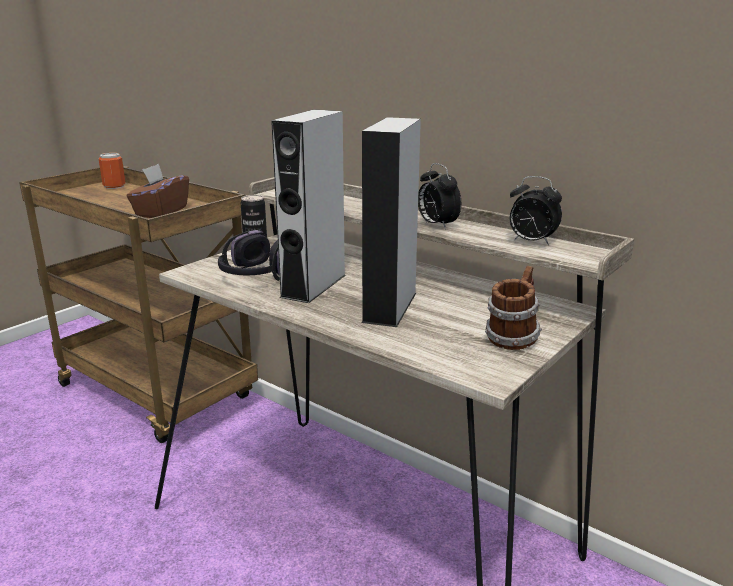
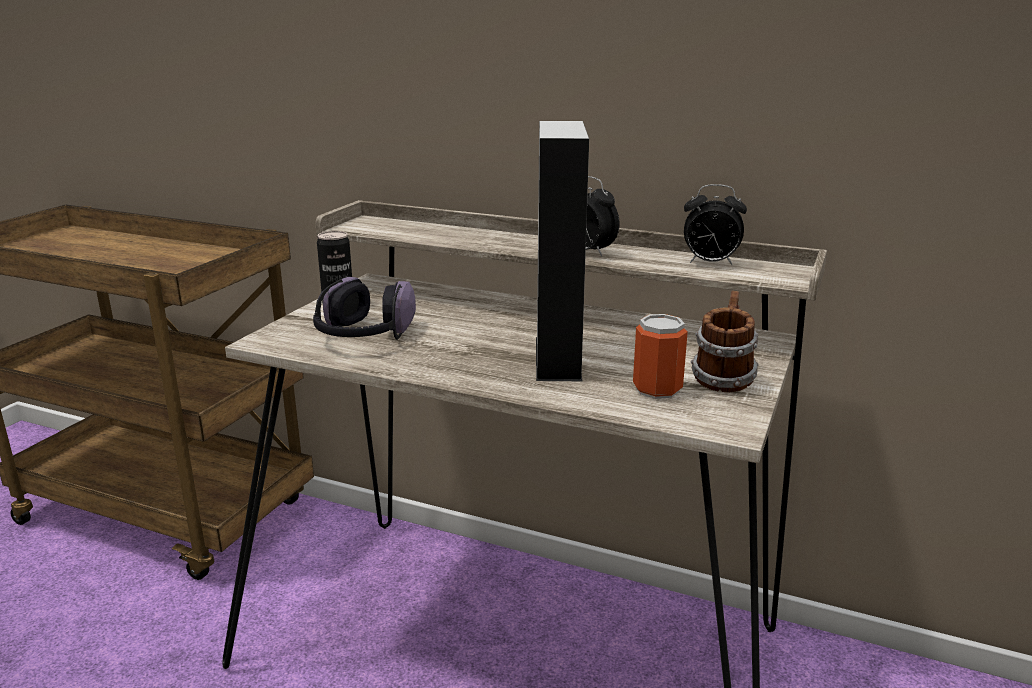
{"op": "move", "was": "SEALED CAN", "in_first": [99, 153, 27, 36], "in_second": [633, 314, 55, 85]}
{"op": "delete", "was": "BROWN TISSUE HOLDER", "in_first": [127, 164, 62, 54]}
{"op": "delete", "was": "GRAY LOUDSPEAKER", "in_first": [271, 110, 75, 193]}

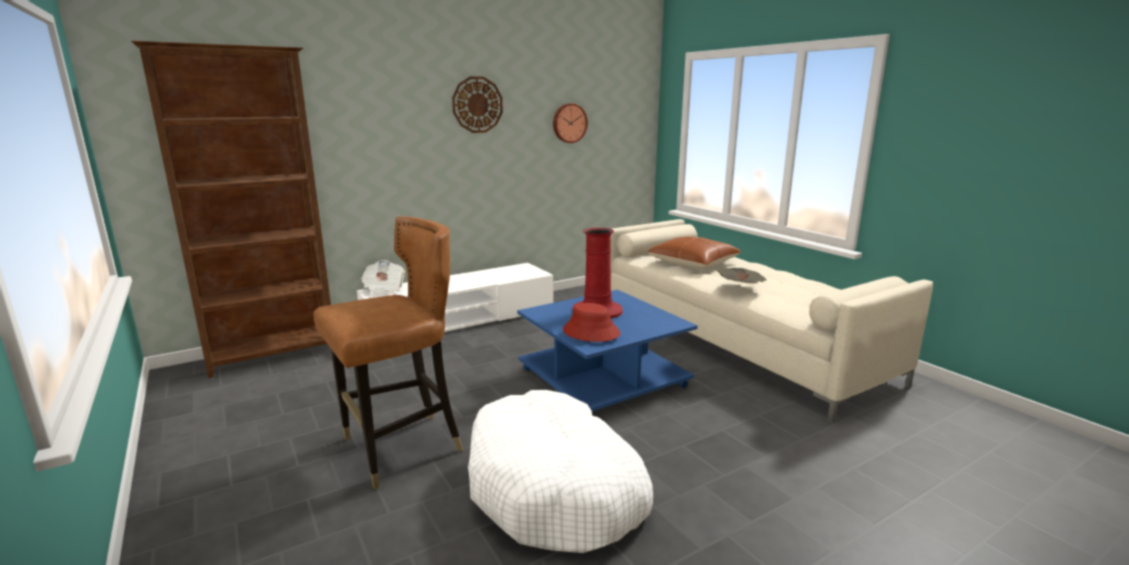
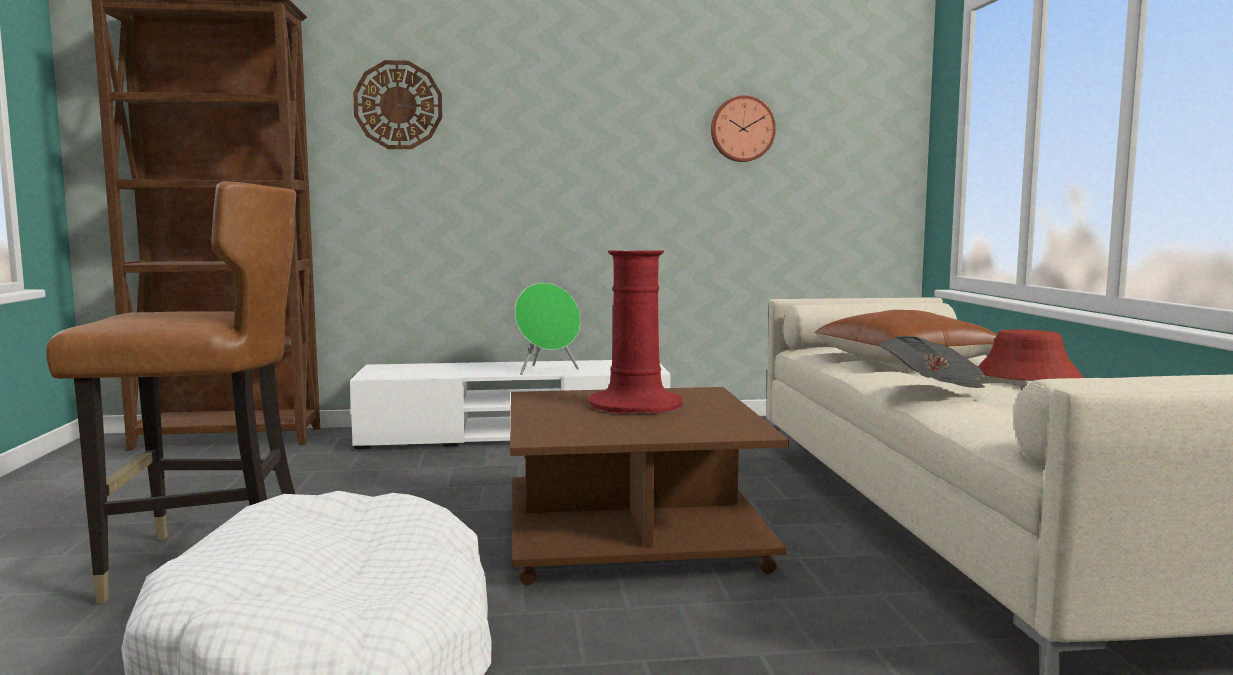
{"op": "move", "was": "CLOCK ON THE WALL", "in_first": [452, 76, 51, 57], "in_second": [353, 60, 89, 89]}
{"op": "recolor", "was": "BLUE LOUNGE TABLE", "now": "BROWN LOUNGE TABLE", "in_first": [517, 290, 181, 126], "in_second": [510, 387, 279, 198]}
{"op": "insert", "now": "GREENISH LOUDSPEAKER", "in_second": [515, 283, 66, 92]}
{"op": "move", "was": "RED WEARABLE HAT", "in_first": [563, 303, 57, 39], "in_second": [978, 330, 106, 51]}
{"op": "delete", "was": "PRINTED PAPER", "in_first": [361, 260, 44, 38]}

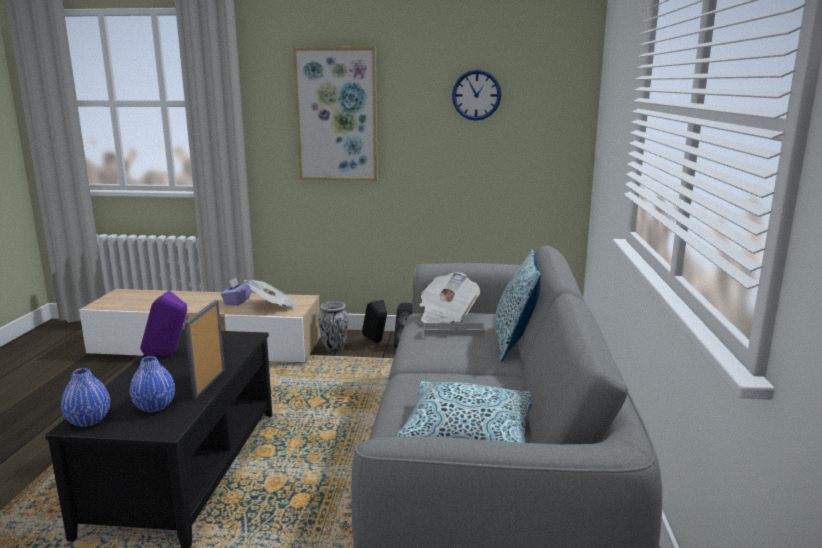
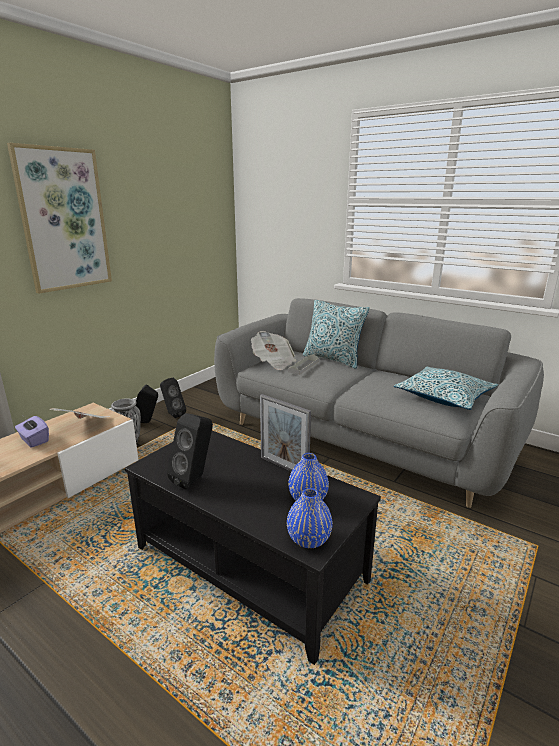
{"op": "recolor", "was": "PURPLISH LOUDSPEAKER", "now": "BLACK LOUDSPEAKER", "in_first": [140, 291, 47, 65], "in_second": [167, 413, 46, 76]}
{"op": "delete", "was": "CLOCK ON THE WALL", "in_first": [452, 70, 49, 51]}

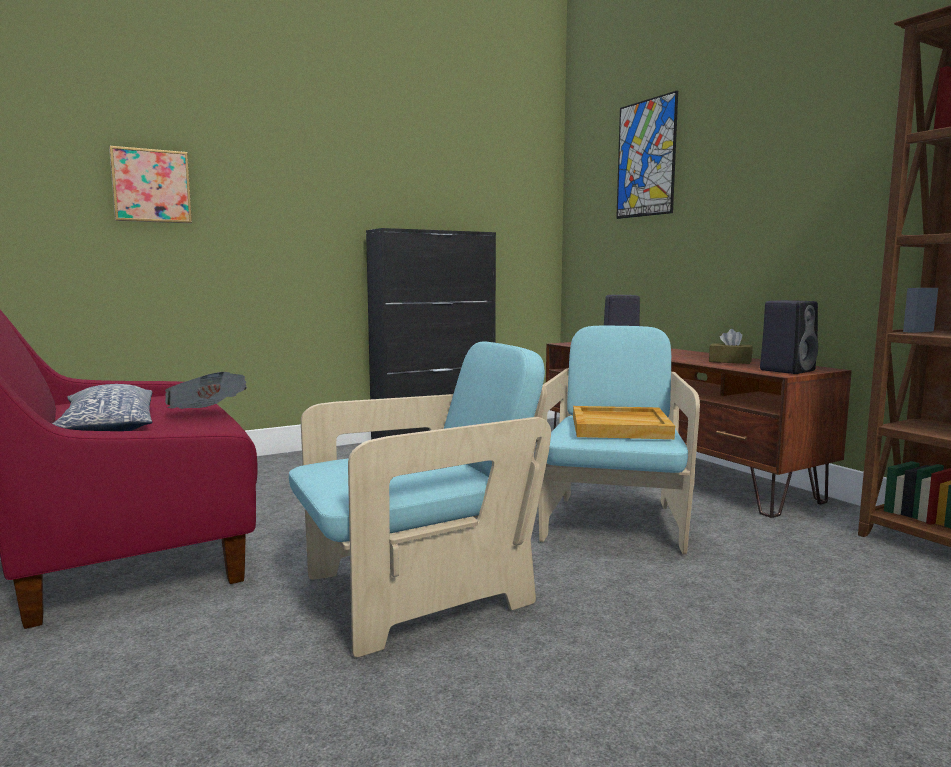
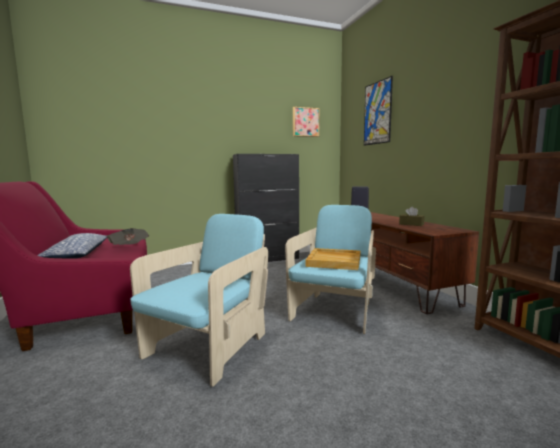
{"op": "rotate", "was": "BLUE-GREEN ARMCHAIR", "in_first": [289, 342, 262, 316], "in_second": [130, 214, 138, 173], "clockwise": -45}
{"op": "move", "was": "WALL PICTURE", "in_first": [109, 146, 83, 77], "in_second": [293, 107, 27, 30]}
{"op": "delete", "was": "BLACK LOUDSPEAKER", "in_first": [760, 300, 58, 74]}

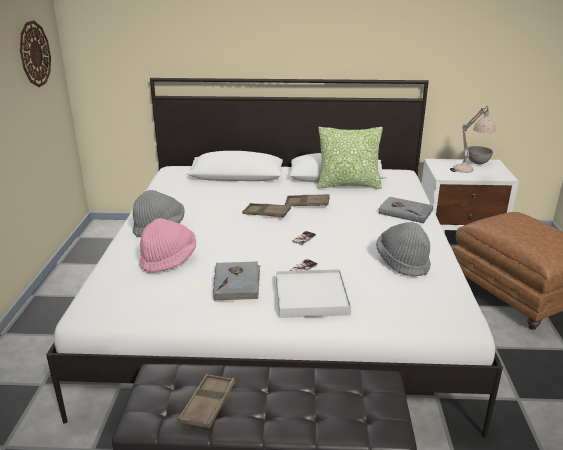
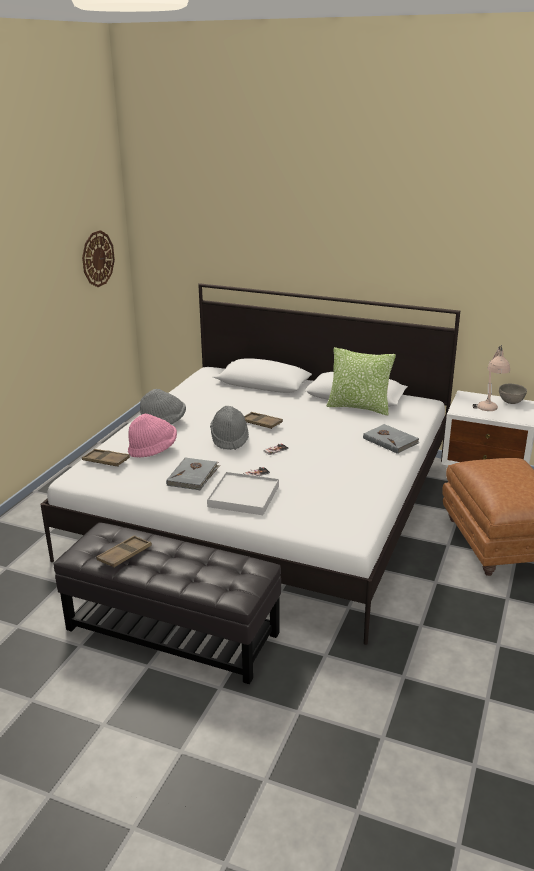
{"op": "move", "was": "BROWN TRAY", "in_first": [285, 194, 45, 12], "in_second": [82, 449, 48, 18]}
{"op": "move", "was": "GRAY WEARABLE HAT", "in_first": [376, 222, 55, 55], "in_second": [210, 406, 39, 44]}

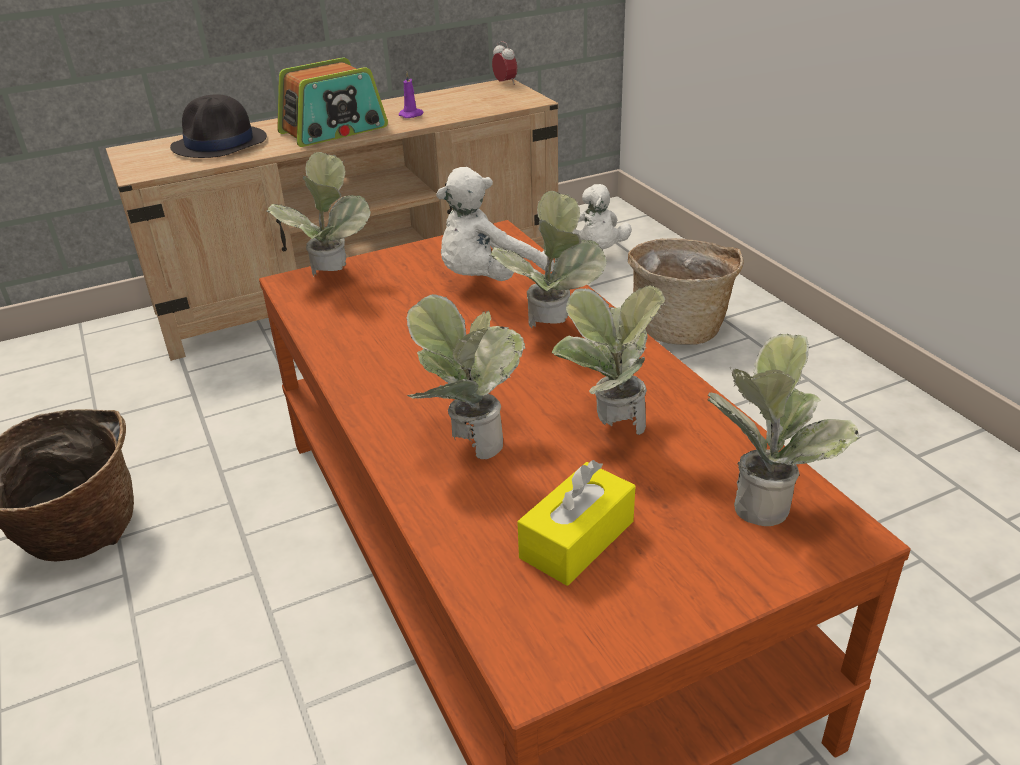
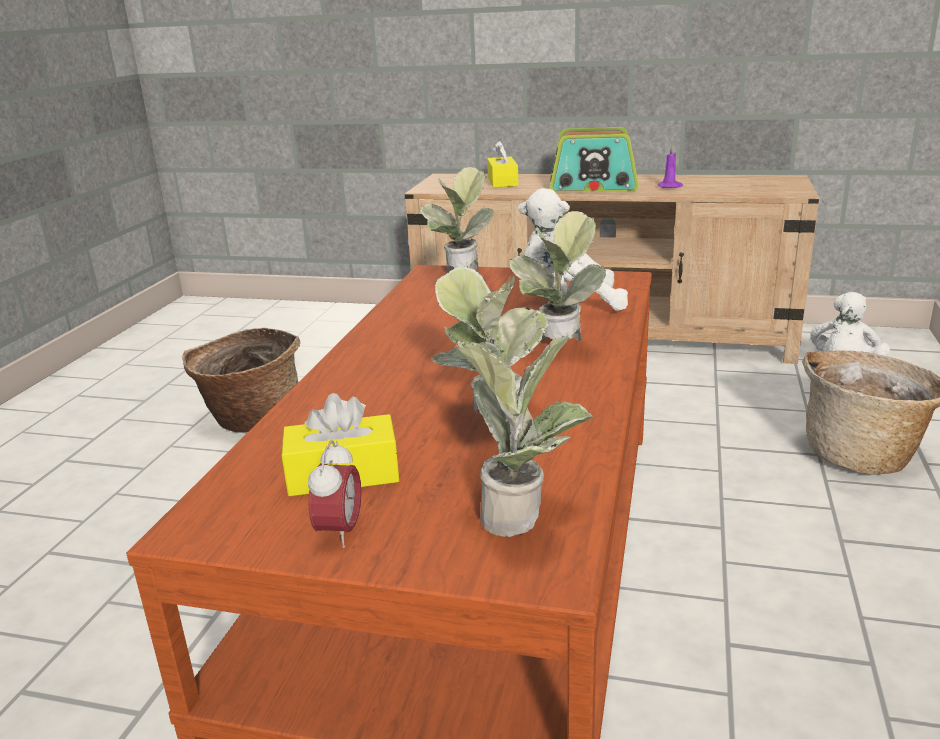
{"op": "move", "was": "ALARM CLOCK", "in_first": [492, 41, 25, 44], "in_second": [308, 440, 53, 108]}
{"op": "replace", "was": "BLACK WEARABLE HAT", "now": "YELLOW-COLOURED TISSUE HOLDER", "in_first": [170, 94, 97, 64], "in_second": [487, 141, 31, 47]}
{"op": "delete", "was": "POTTED PLANT", "in_first": [406, 294, 119, 165]}

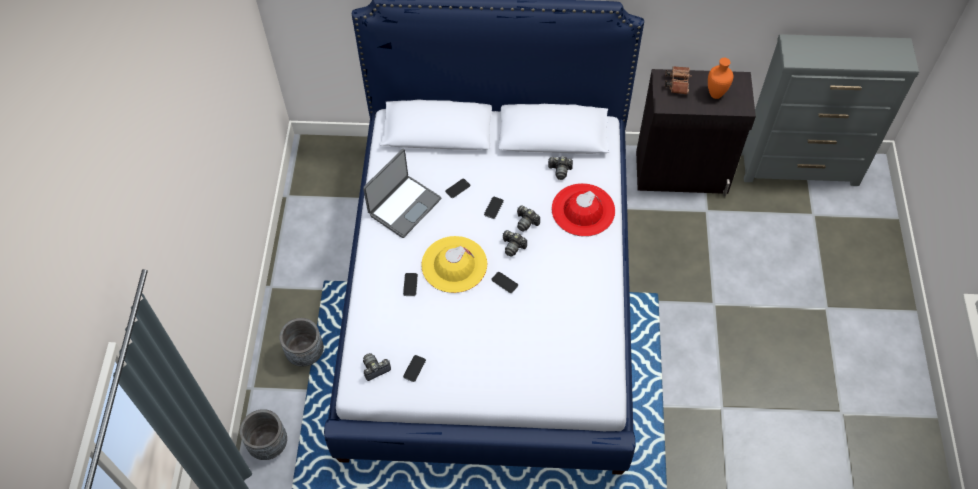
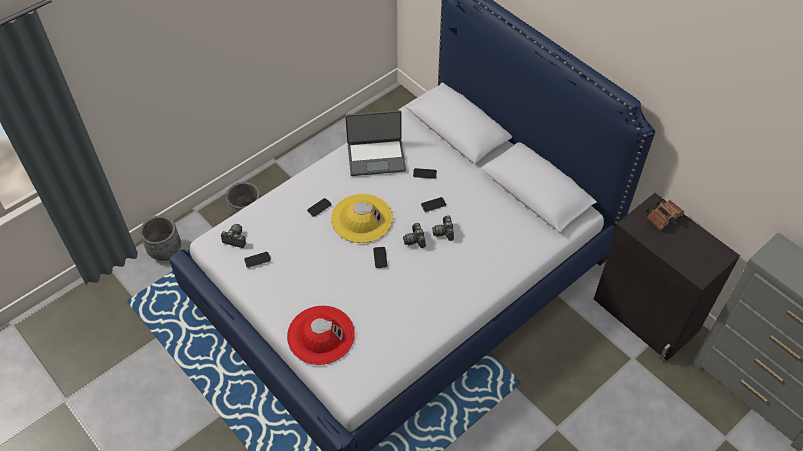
{"op": "move", "was": "RED WEARABLE HAT", "in_first": [552, 183, 63, 54], "in_second": [287, 306, 68, 59]}
{"op": "delete", "was": "STILL CAMERA", "in_first": [548, 156, 25, 24]}
{"op": "delete", "was": "ORANGEY VASE", "in_first": [708, 58, 25, 41]}

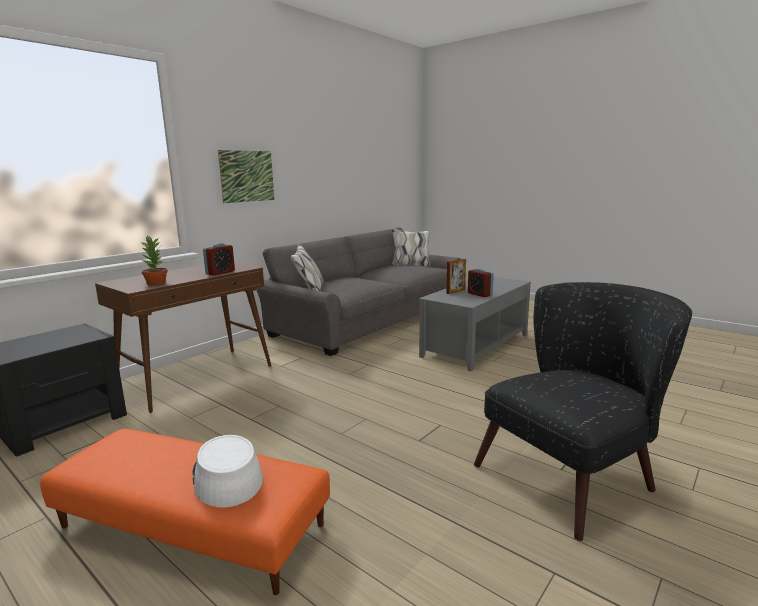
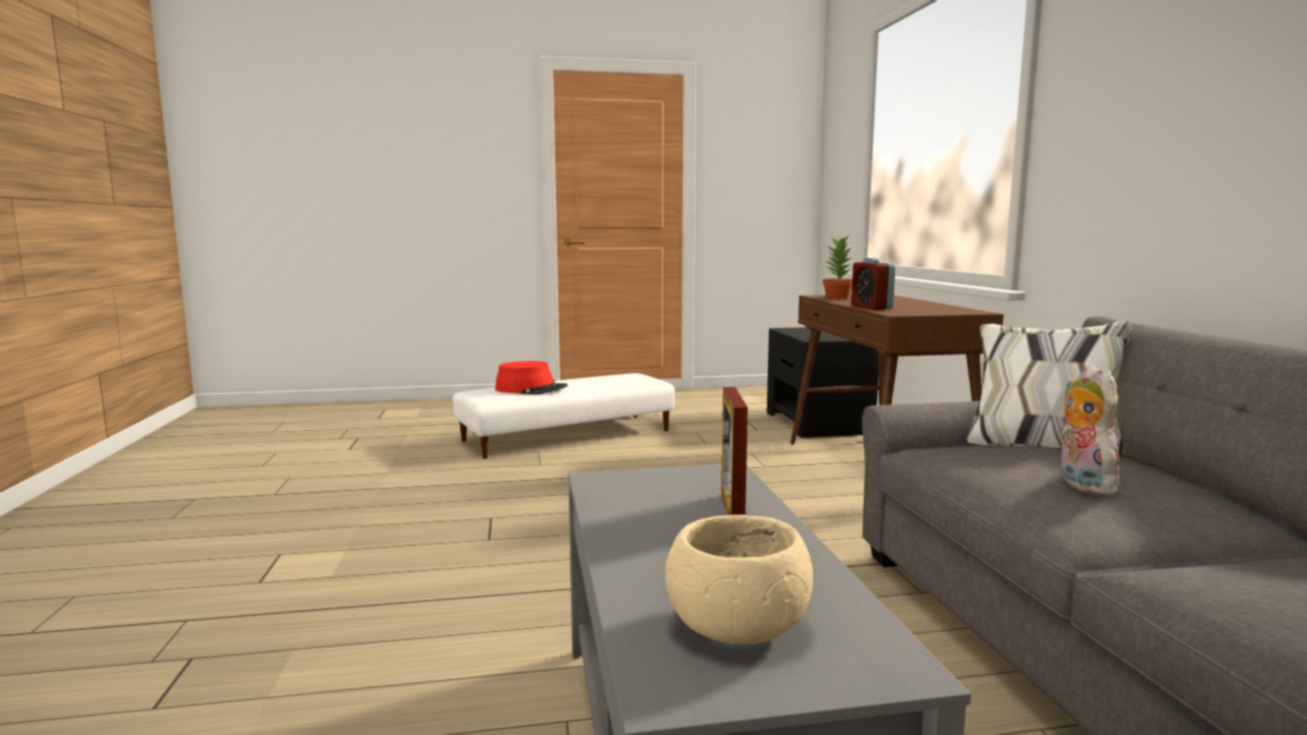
{"op": "recolor", "was": "ORANGEY FOOTREST", "now": "WHITE FOOTREST", "in_first": [40, 429, 290, 166], "in_second": [453, 373, 222, 86]}
{"op": "recolor", "was": "WHITE WEARABLE HAT", "now": "RED WEARABLE HAT", "in_first": [193, 435, 70, 73], "in_second": [495, 361, 73, 33]}
{"op": "insert", "now": "BEIGE-COLOURED DEEP DISH", "in_second": [665, 515, 148, 130]}
{"op": "insert", "now": "CUDDLY TOY", "in_second": [1061, 365, 59, 130]}
{"op": "delete", "was": "WALL PICTURE", "in_first": [218, 150, 56, 53]}
{"op": "delete", "was": "ALARM CLOCK", "in_first": [468, 268, 26, 29]}
{"op": "delete", "was": "BLACK ARMCHAIR", "in_first": [474, 282, 218, 259]}

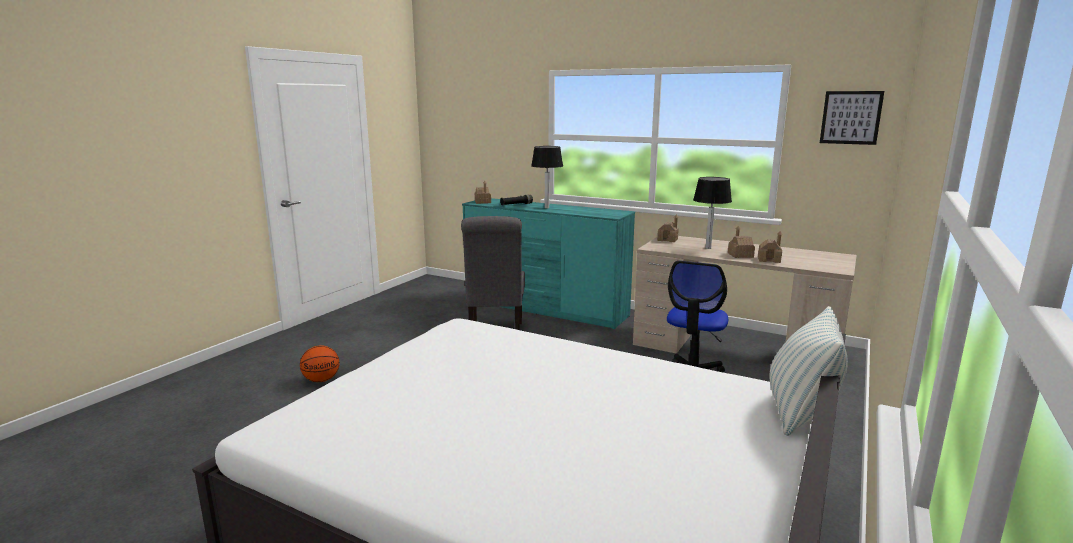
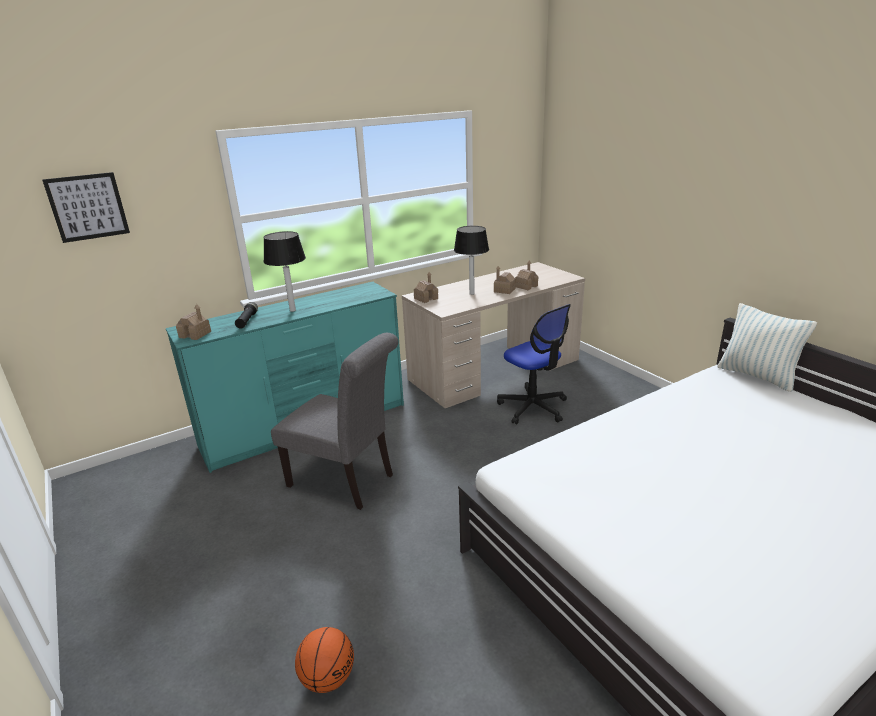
{"op": "move", "was": "WALL PICTURE", "in_first": [820, 91, 64, 54], "in_second": [42, 172, 88, 71]}

